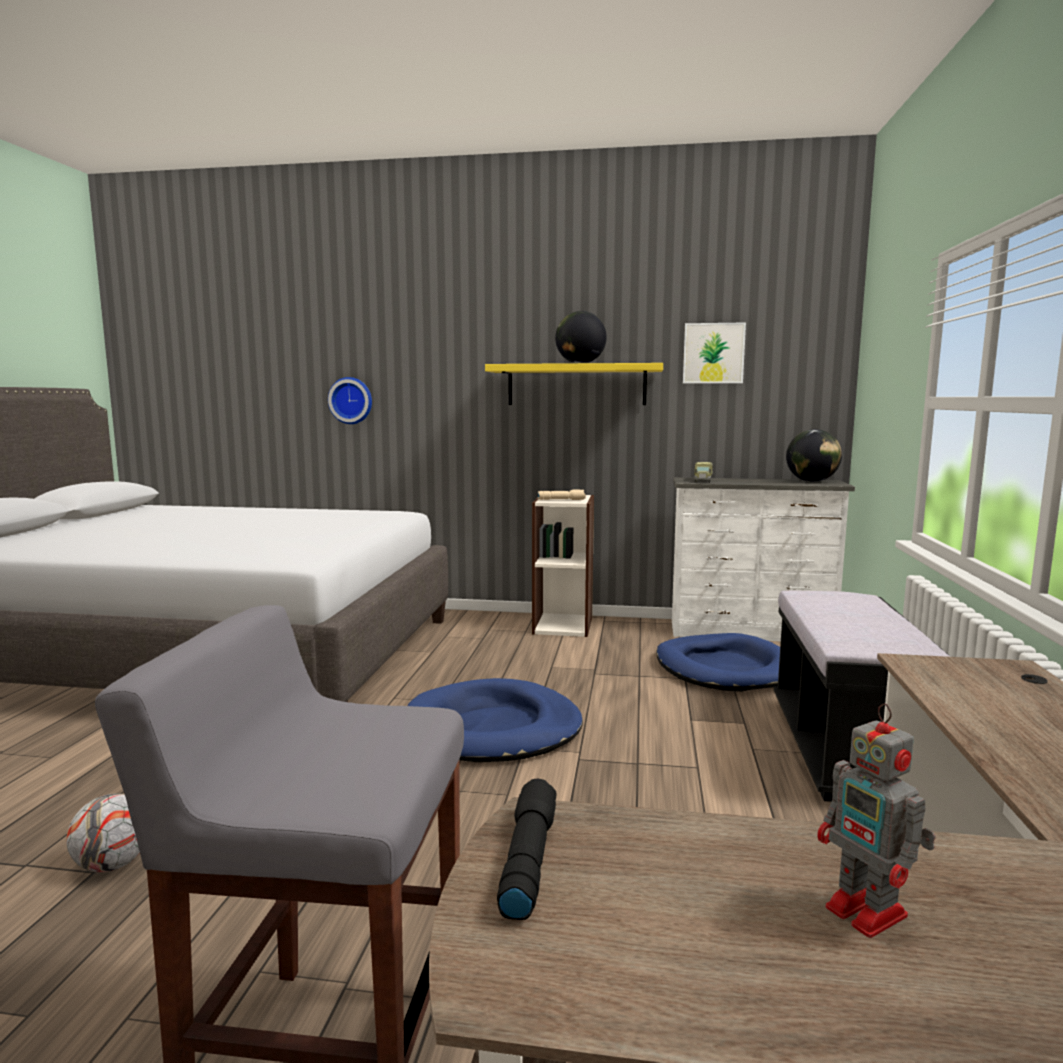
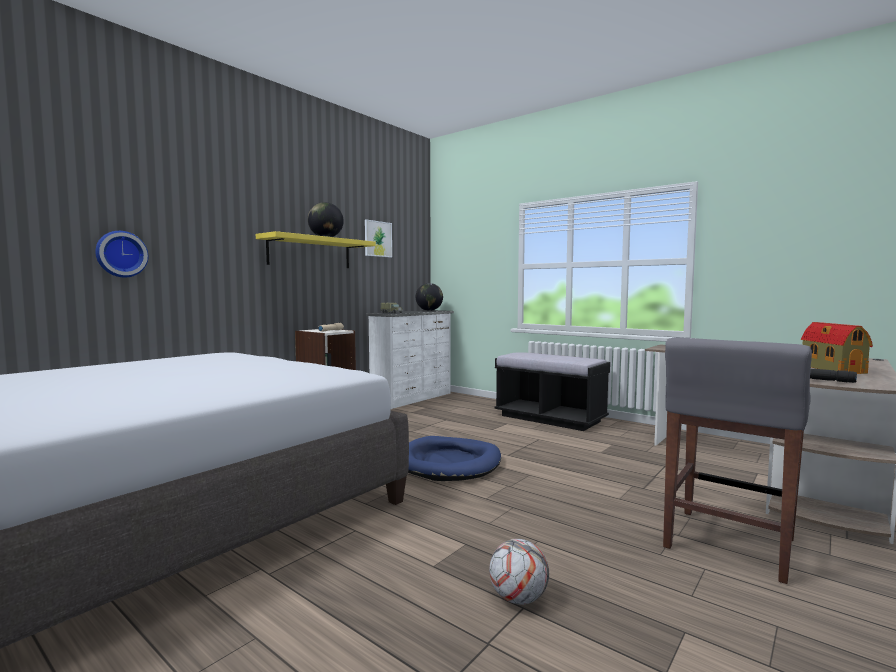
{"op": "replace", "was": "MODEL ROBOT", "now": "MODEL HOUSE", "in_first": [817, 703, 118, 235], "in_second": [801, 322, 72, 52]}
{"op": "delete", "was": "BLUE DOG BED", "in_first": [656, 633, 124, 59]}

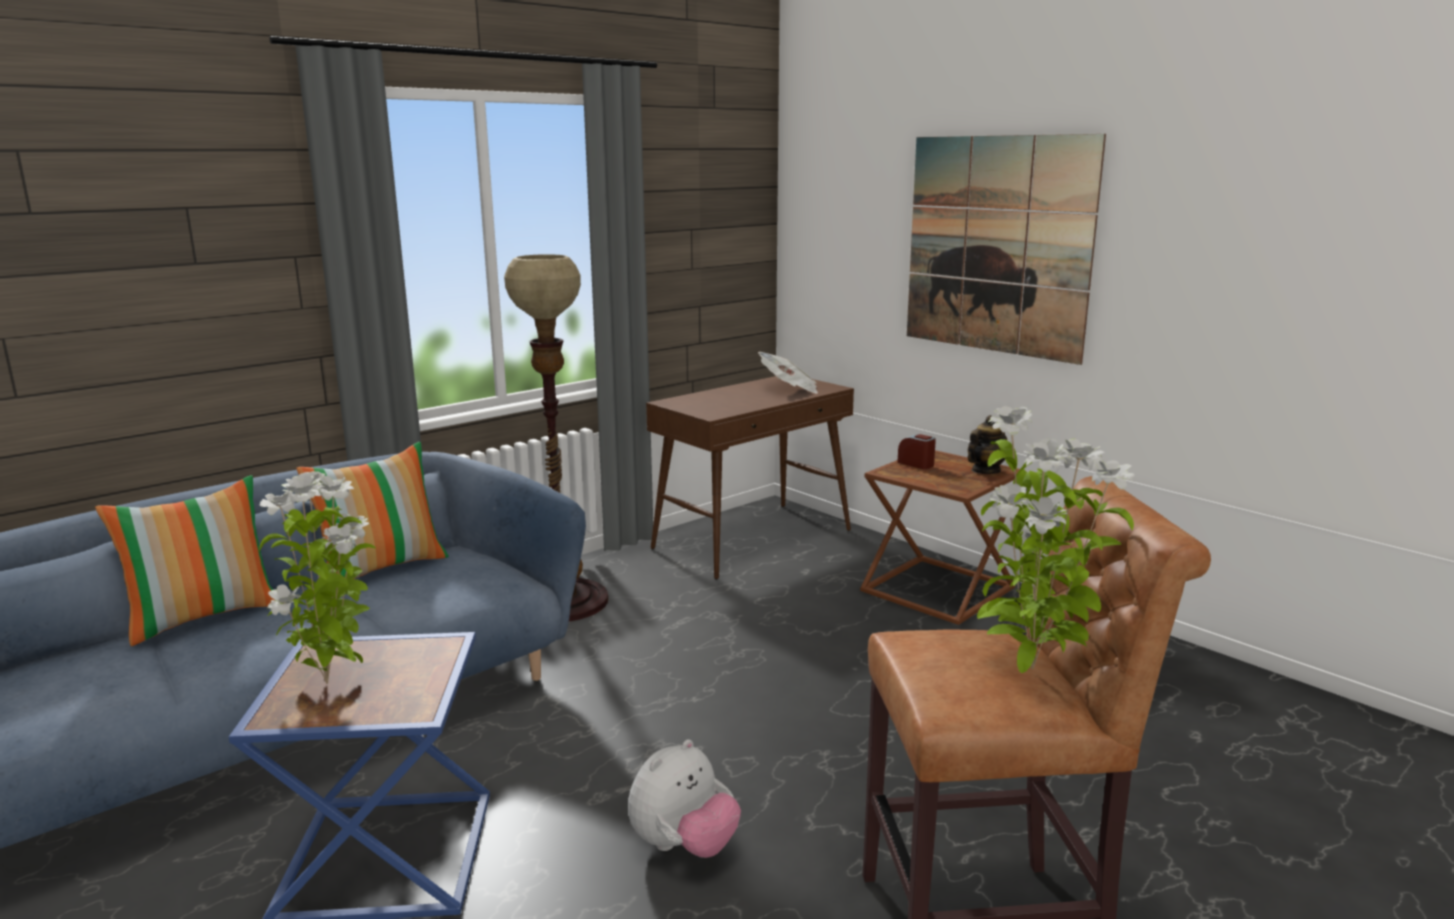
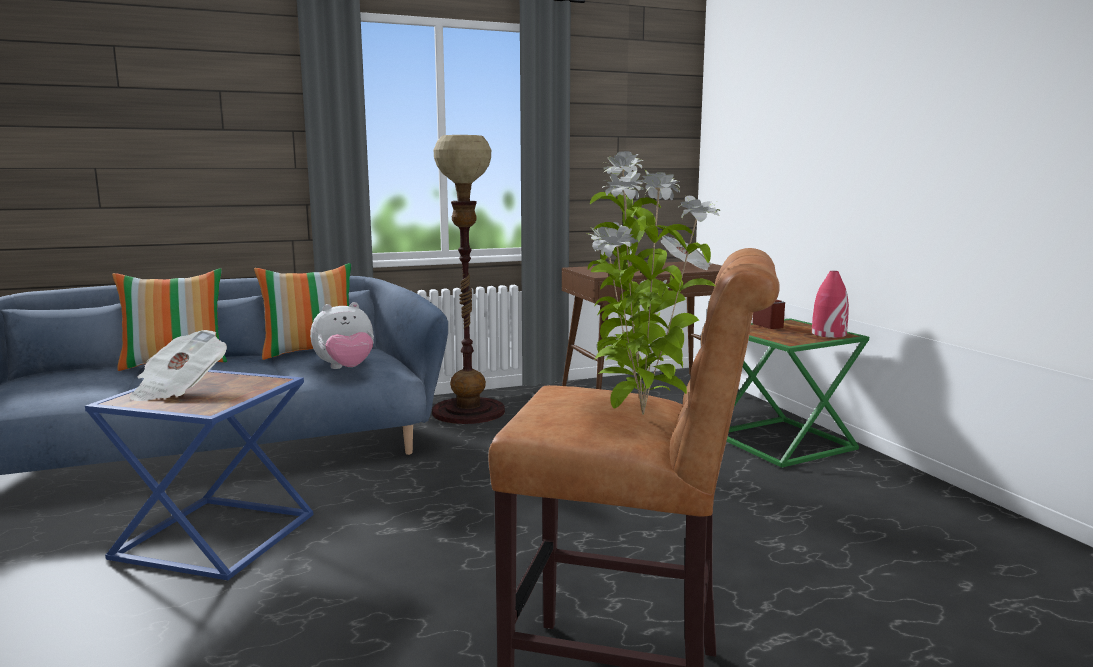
{"op": "replace", "was": "POTTED PLANT", "now": "PRINTED PAPER", "in_first": [259, 471, 117, 213], "in_second": [129, 330, 98, 71]}
{"op": "move", "was": "CUDDLY TOY", "in_first": [628, 739, 113, 119], "in_second": [310, 302, 64, 67]}
{"op": "recolor", "was": "BROWN END TABLE", "now": "GREENISH END TABLE", "in_first": [860, 450, 166, 175], "in_second": [726, 318, 143, 150]}
{"op": "replace", "was": "TEAPOT", "now": "RED VASE", "in_first": [968, 415, 39, 59], "in_second": [812, 271, 37, 67]}
{"op": "delete", "was": "WALL PICTURE", "in_first": [907, 134, 199, 231]}

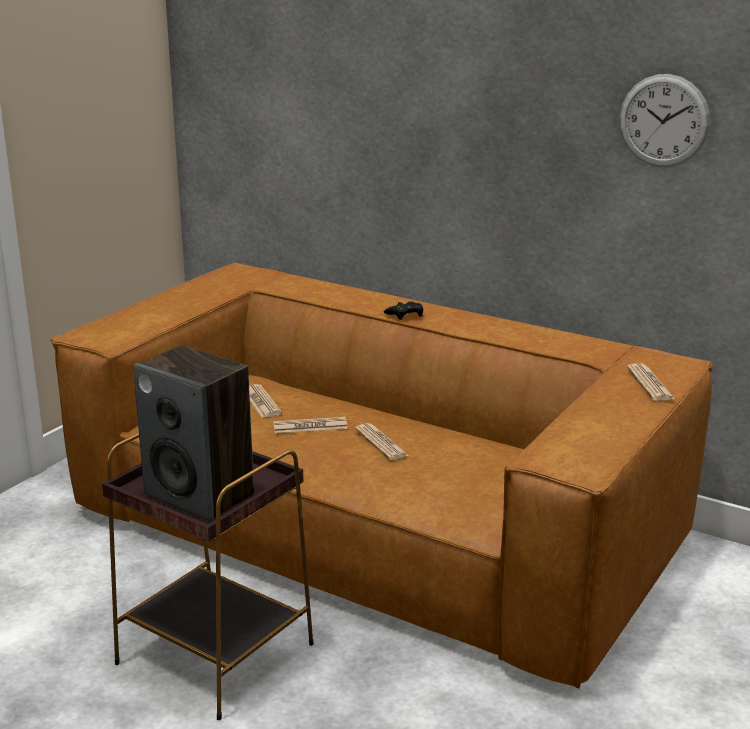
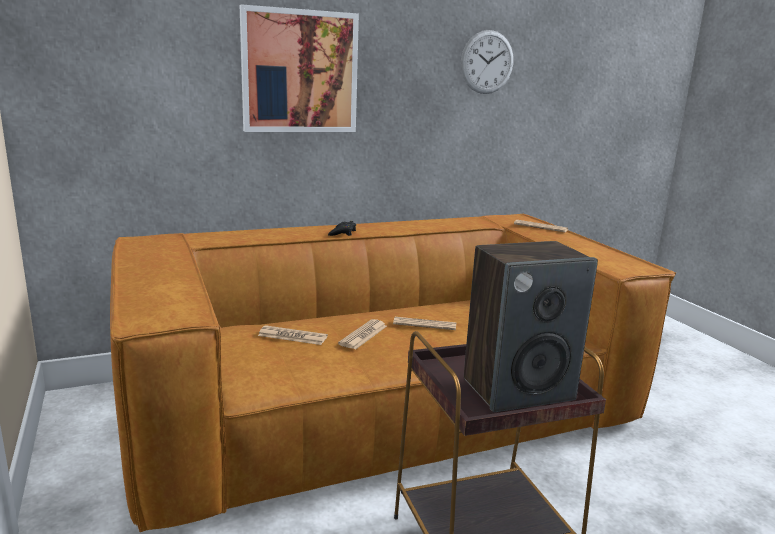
{"op": "insert", "now": "WALL PICTURE", "in_second": [240, 4, 119, 128]}

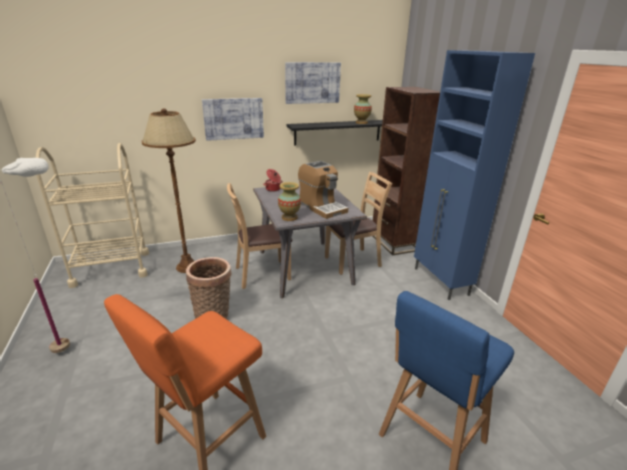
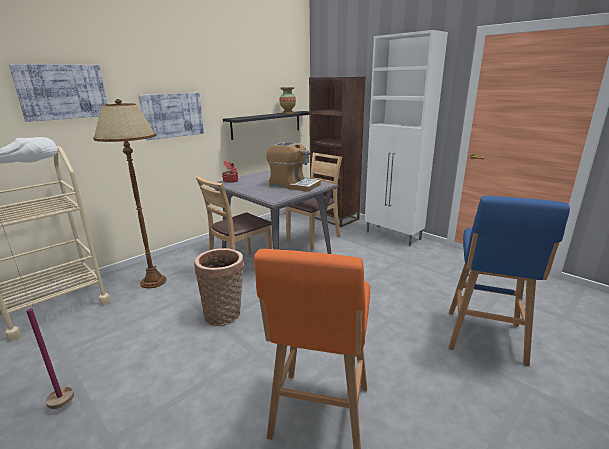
{"op": "move", "was": "WALL PICTURE", "in_first": [285, 62, 56, 42], "in_second": [9, 64, 98, 58]}
{"op": "recolor", "was": "BLUE CUPBOARD", "now": "WHITE CUPBOARD", "in_first": [414, 50, 121, 250], "in_second": [365, 30, 83, 216]}
{"op": "delete", "was": "VASE", "in_first": [278, 182, 23, 39]}

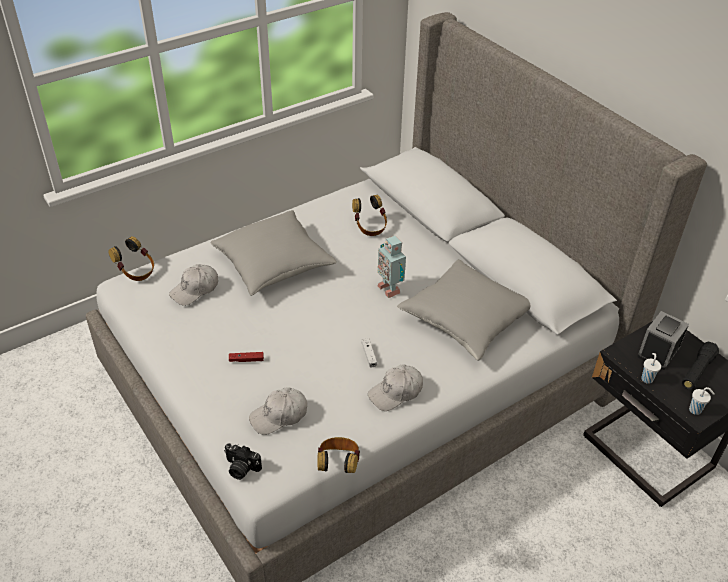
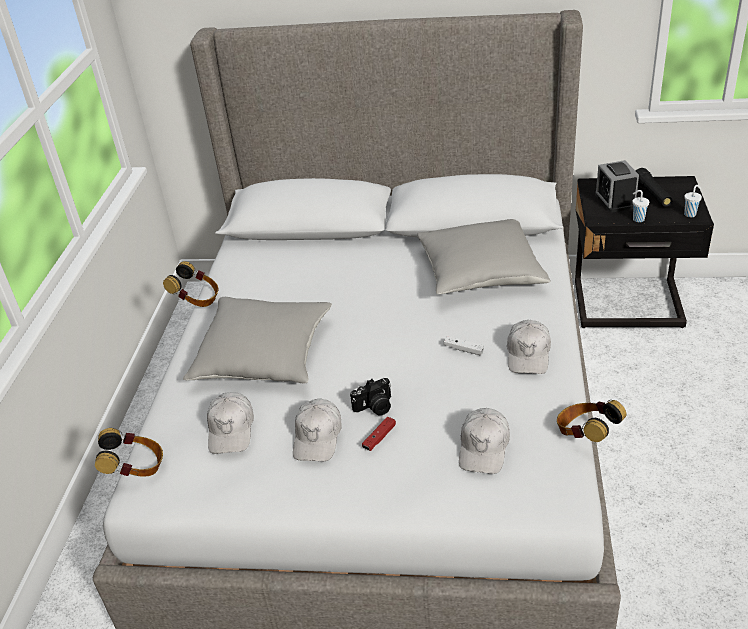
{"op": "move", "was": "HEADPHONES", "in_first": [352, 195, 35, 41], "in_second": [163, 261, 55, 46]}
{"op": "insert", "now": "WHITE CAP", "in_second": [293, 399, 49, 62]}
{"op": "move", "was": "STILL CAMERA", "in_first": [224, 443, 38, 37], "in_second": [350, 378, 41, 38]}
{"op": "delete", "was": "MODEL ROBOT", "in_first": [377, 236, 29, 62]}

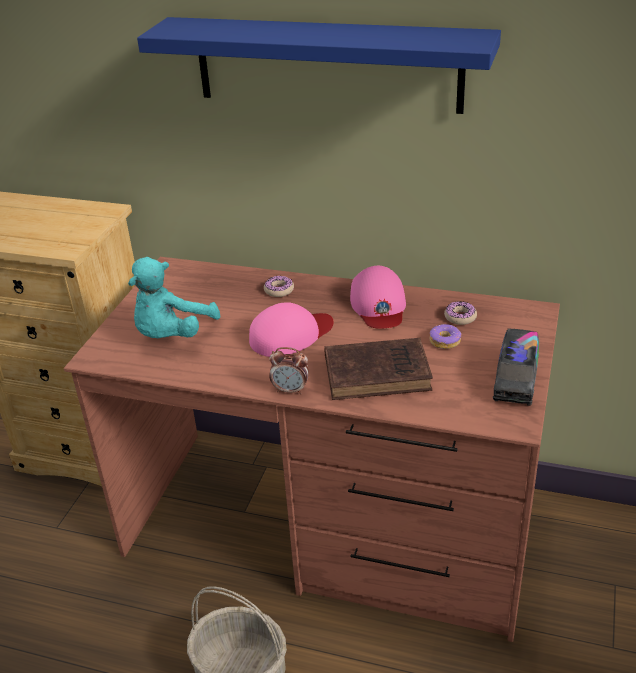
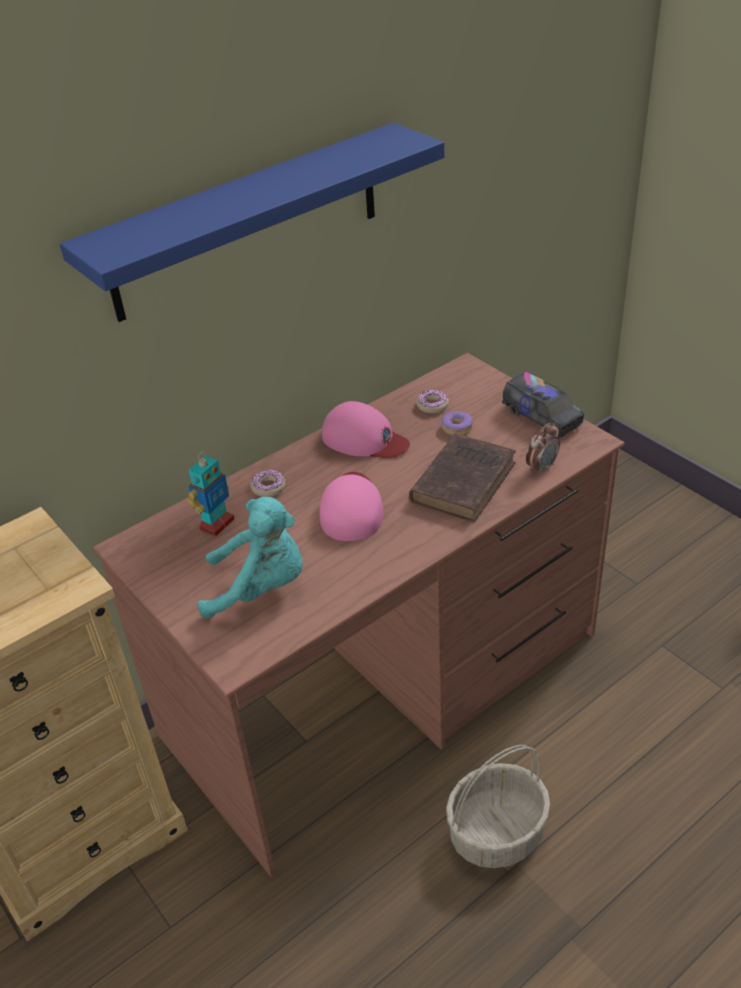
{"op": "insert", "now": "MODEL ROBOT", "in_second": [188, 452, 46, 85]}
{"op": "rotate", "was": "BLUE-GREEN CUDDLY TOY", "in_first": [128, 257, 92, 81], "in_second": [197, 497, 106, 122], "clockwise": -60}
{"op": "move", "was": "ALARM CLOCK", "in_first": [269, 347, 40, 47], "in_second": [526, 423, 34, 53]}

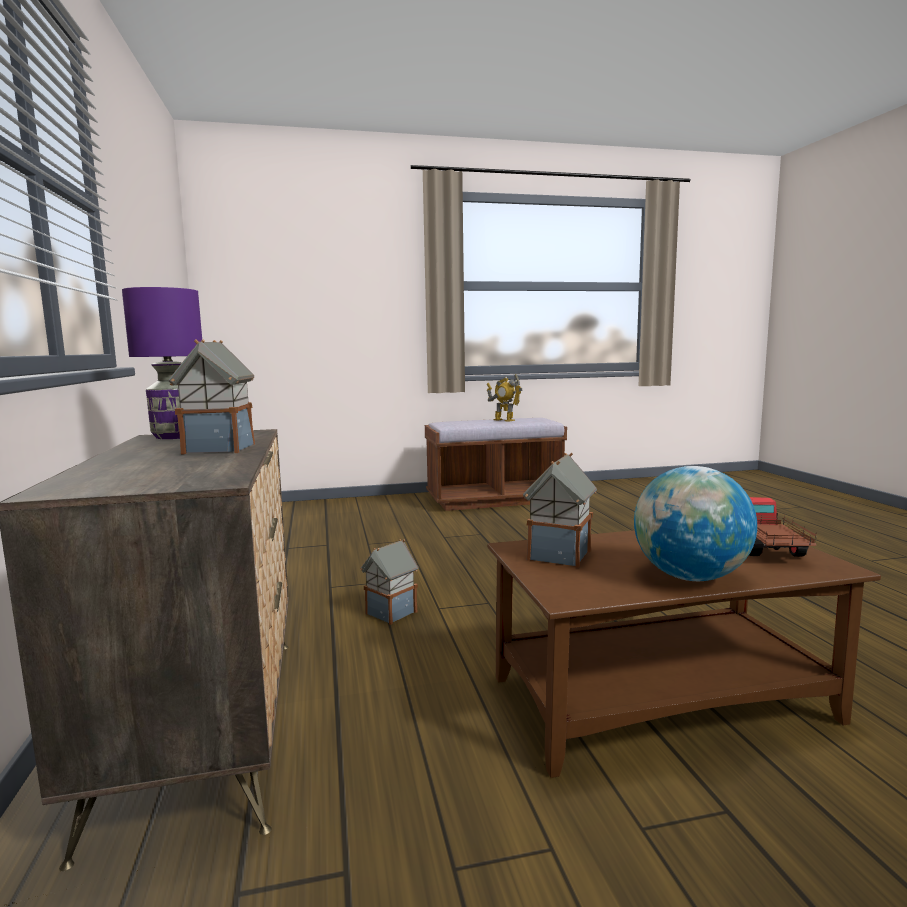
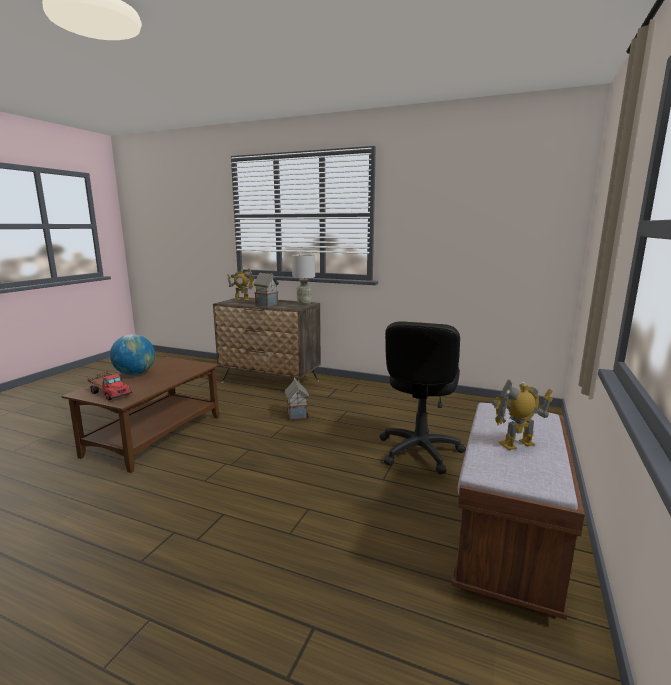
{"op": "insert", "now": "MODEL ROBOT", "in_second": [227, 268, 28, 33]}
{"op": "recolor", "was": "PURPLISH TABLE LAMP", "now": "GRAY TABLE LAMP", "in_first": [122, 287, 80, 152], "in_second": [292, 254, 23, 51]}
{"op": "insert", "now": "BLACK OFFICE CHAIR", "in_second": [379, 321, 87, 153]}
{"op": "delete", "was": "MODEL HOUSE", "in_first": [523, 453, 74, 115]}

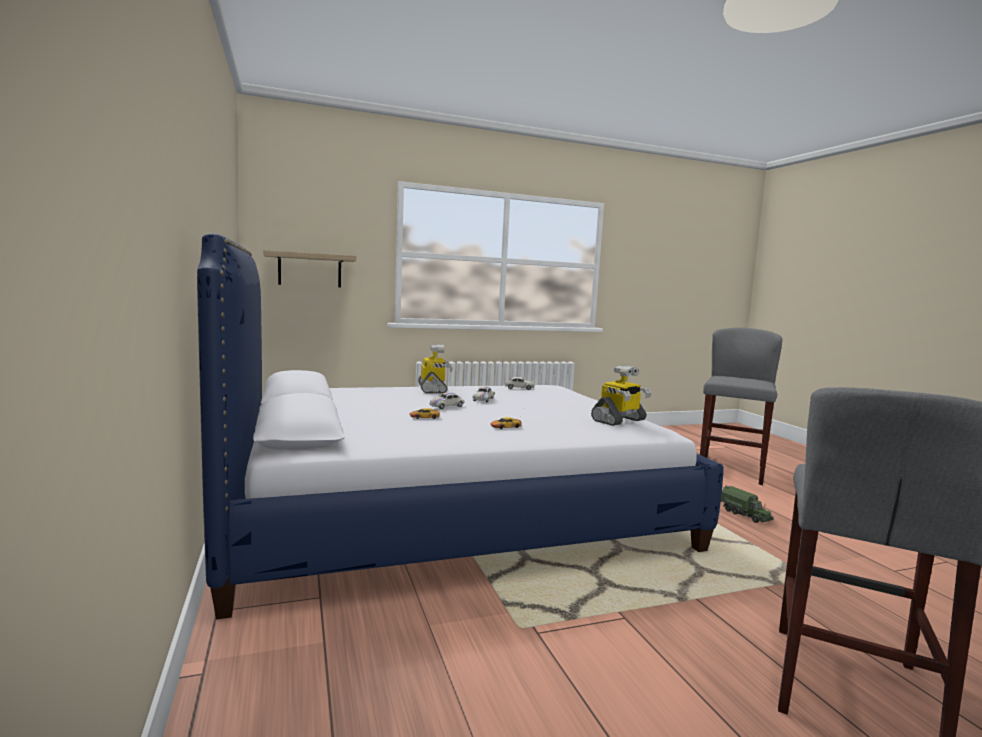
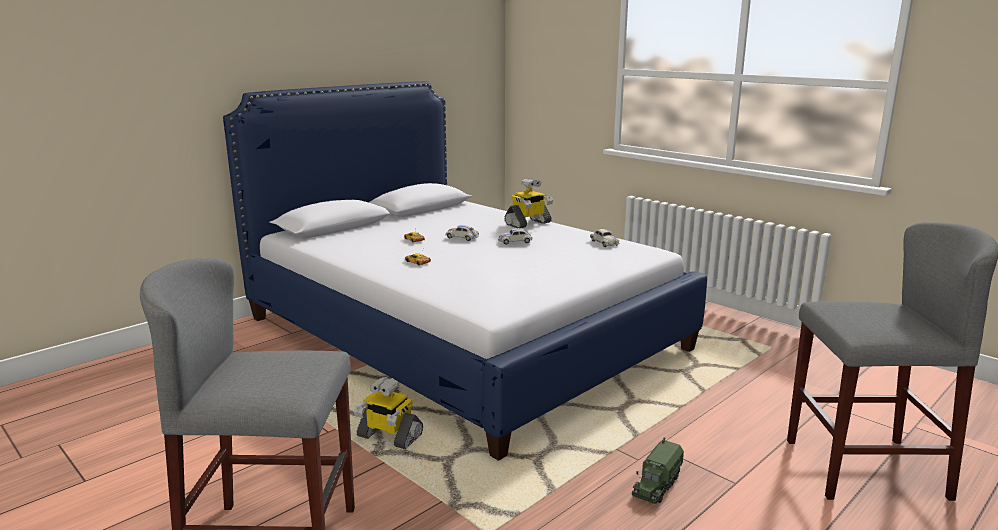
{"op": "move", "was": "MODEL ROBOT", "in_first": [591, 365, 61, 61], "in_second": [354, 377, 69, 72]}
{"op": "delete", "was": "WALL SHELF", "in_first": [264, 250, 92, 37]}

